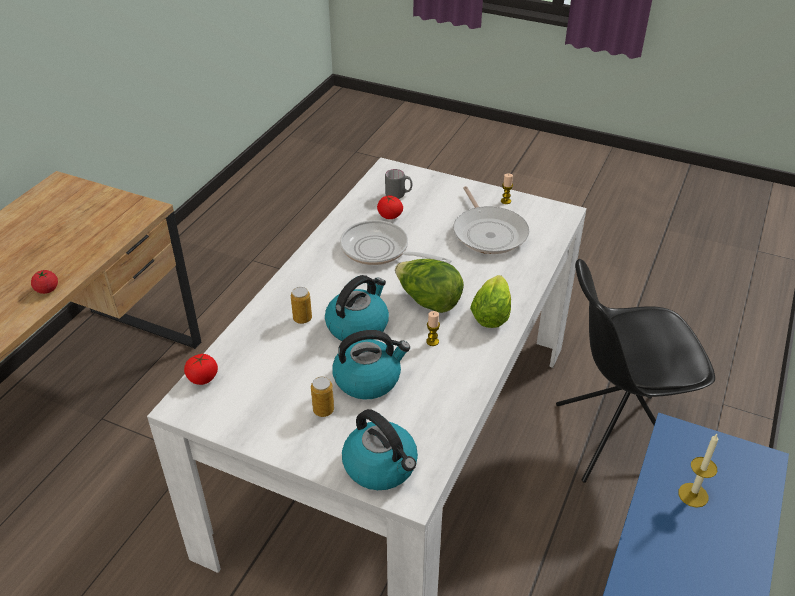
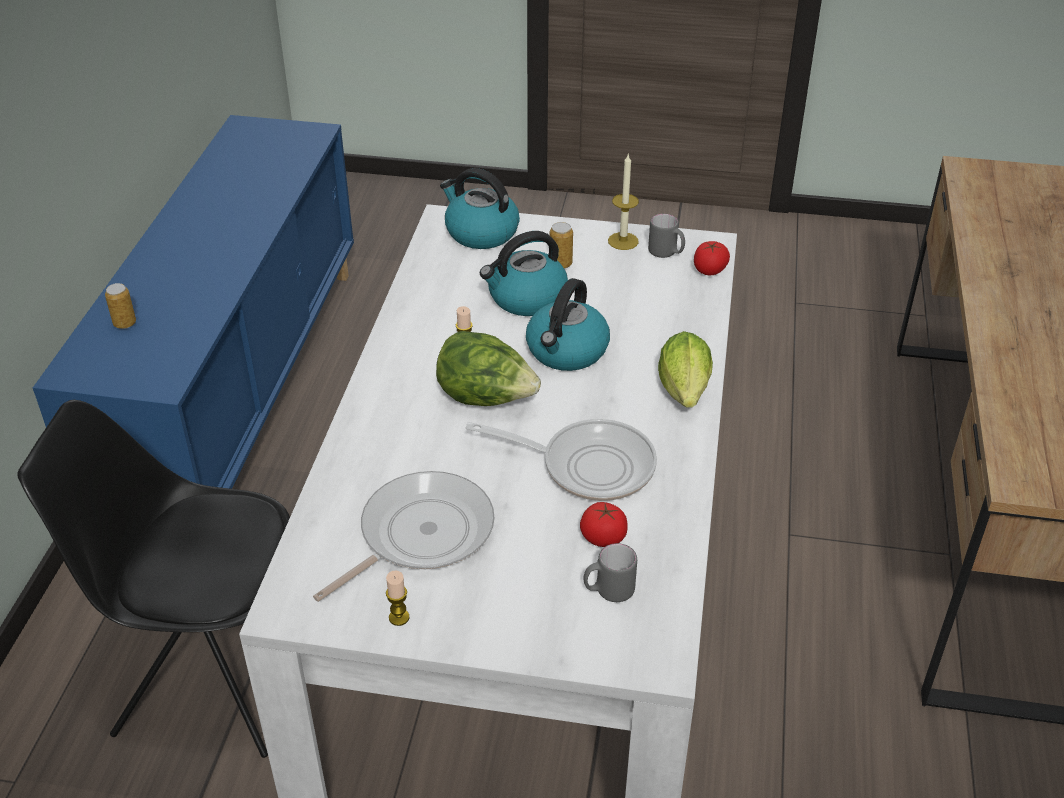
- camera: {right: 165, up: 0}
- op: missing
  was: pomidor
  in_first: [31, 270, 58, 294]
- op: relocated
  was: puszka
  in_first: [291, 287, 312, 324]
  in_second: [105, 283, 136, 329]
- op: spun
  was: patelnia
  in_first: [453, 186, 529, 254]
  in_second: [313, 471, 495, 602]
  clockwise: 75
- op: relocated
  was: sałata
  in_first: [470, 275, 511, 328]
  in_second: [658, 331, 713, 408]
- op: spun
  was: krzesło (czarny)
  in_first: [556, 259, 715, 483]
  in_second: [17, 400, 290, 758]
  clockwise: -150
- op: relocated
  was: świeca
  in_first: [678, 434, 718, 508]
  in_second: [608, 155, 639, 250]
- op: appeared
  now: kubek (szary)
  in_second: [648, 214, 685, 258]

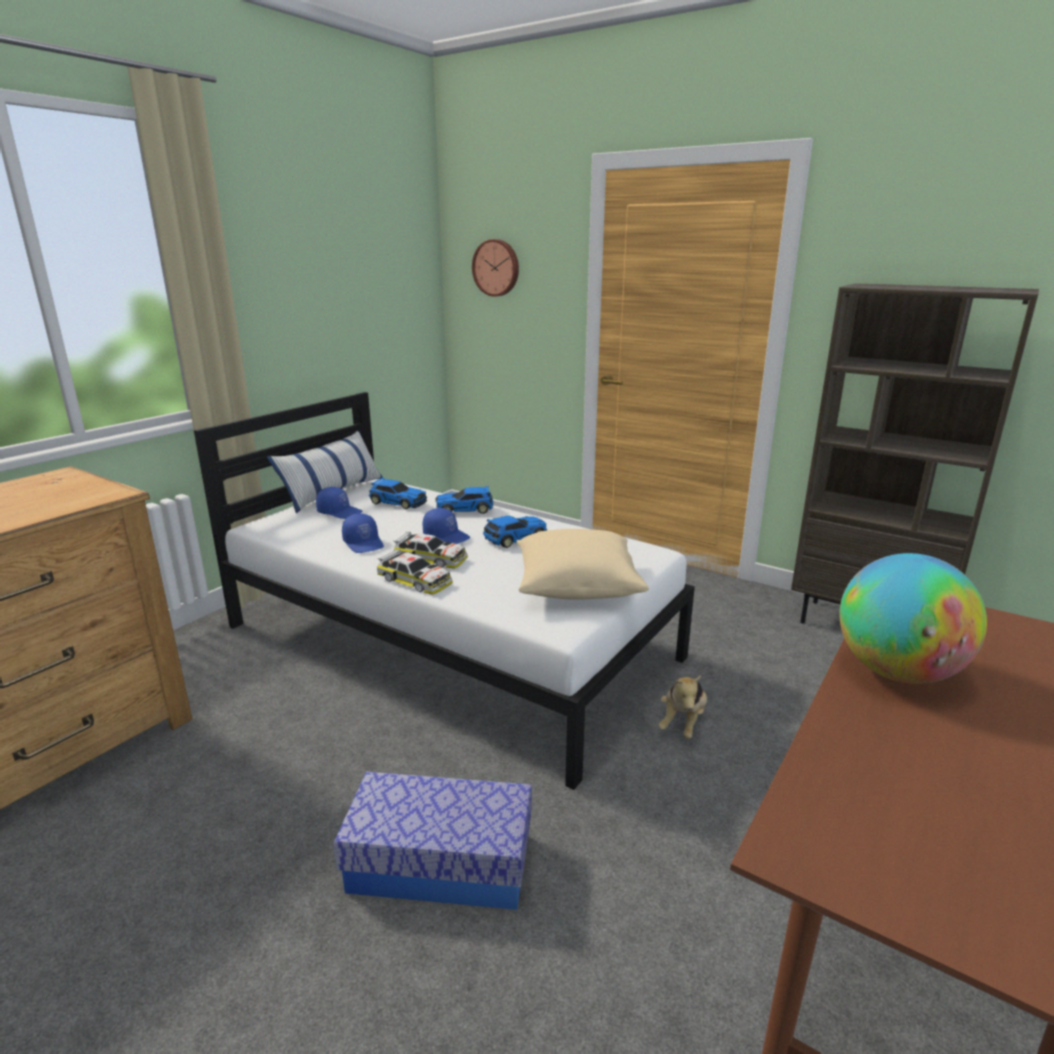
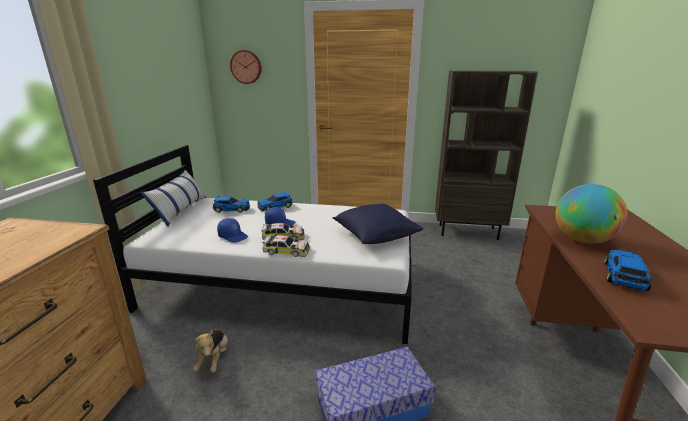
- camera: {right: -25, up: 0}
- op: missing
  was: czapka z daszkiem (niebieski)
  in_first: [316, 487, 362, 519]
- op: relocated
  was: samochodzik
  in_first: [483, 516, 547, 548]
  in_second: [605, 250, 652, 291]
- op: colour
  was: poduszka (beżowy)
  now: poduszka (niebieski)
  in_first: [517, 529, 649, 599]
  in_second: [333, 204, 423, 244]
- op: relocated
  was: pluszak
  in_first: [658, 675, 707, 739]
  in_second: [193, 330, 228, 373]

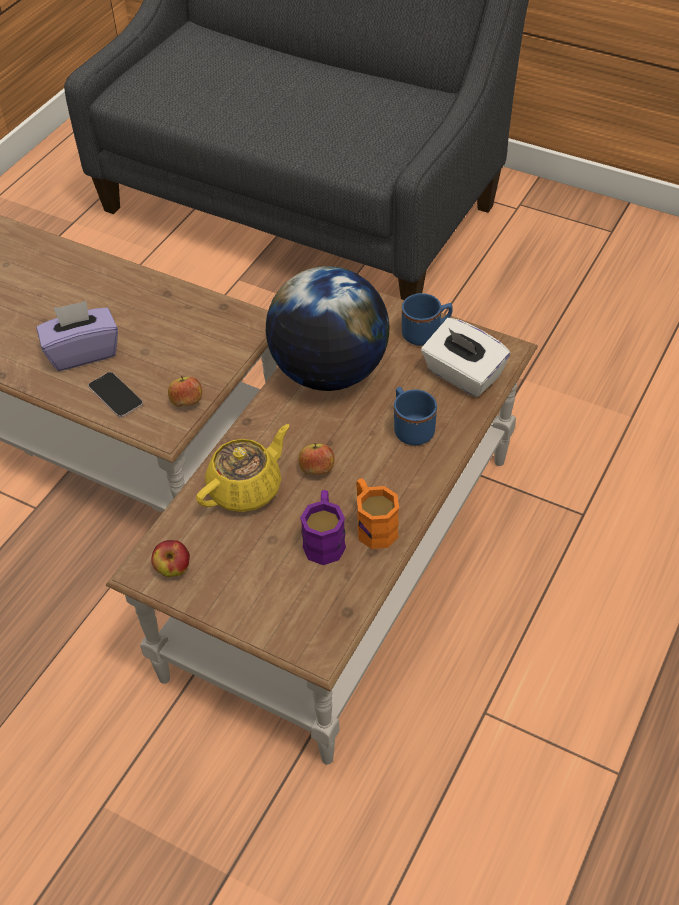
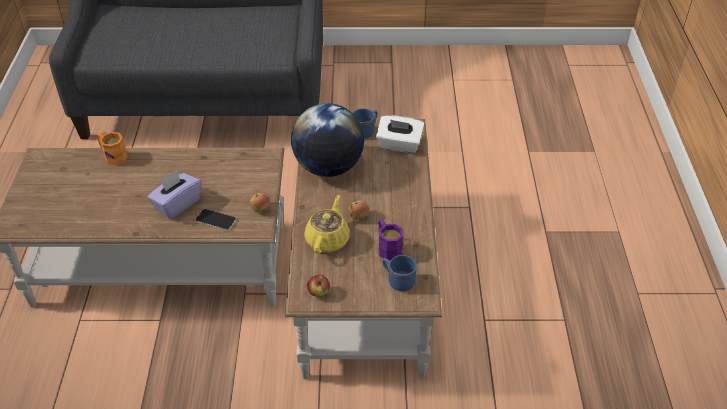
- camera: {right: -30, up: -5}
- op: relocated
  was: kubek (pomarańczowy)
  in_first: [356, 478, 399, 549]
  in_second: [97, 132, 128, 165]
- op: relocated
  was: kubek (niebieski)
  in_first: [394, 387, 437, 445]
  in_second: [383, 255, 417, 291]

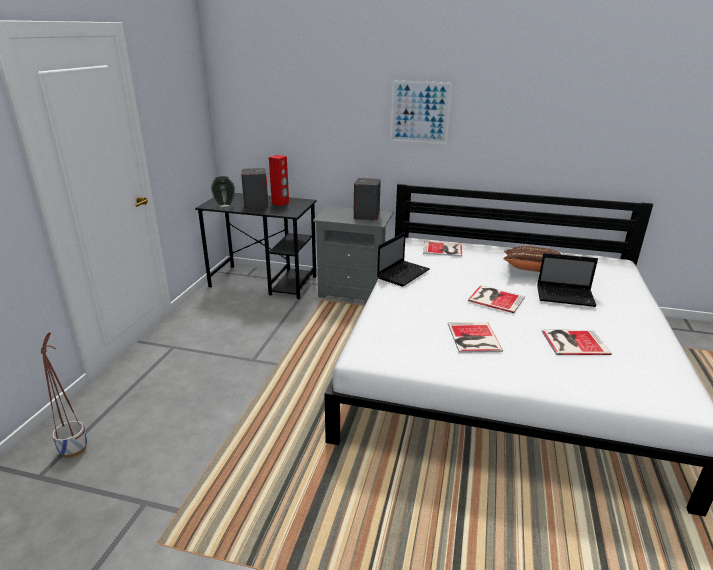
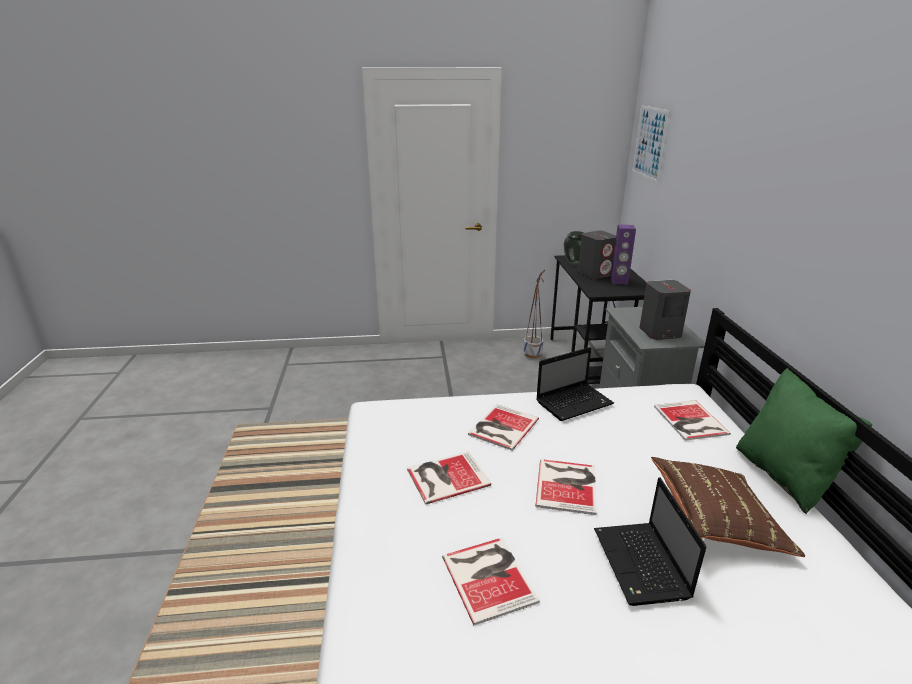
- camera: {right: 70, up: 0}
- op: relocated
  was: donica
  in_first: [41, 332, 88, 458]
  in_second: [524, 270, 545, 359]
- op: colour
  was: głośnik (czerwony)
  now: głośnik (fioletowy)
  in_first: [269, 155, 289, 206]
  in_second: [611, 224, 636, 285]
- op: spun
  was: laptop
  in_first: [377, 232, 430, 286]
  in_second: [536, 347, 614, 421]
  clockwise: -45
- op: relocated
  was: obraz
  in_first: [390, 81, 452, 144]
  in_second: [633, 106, 670, 183]
- op: appeared
  now: książka
  in_second: [468, 404, 539, 451]
- op: appeared
  now: poduszka (zielony)
  in_second: [736, 368, 872, 514]

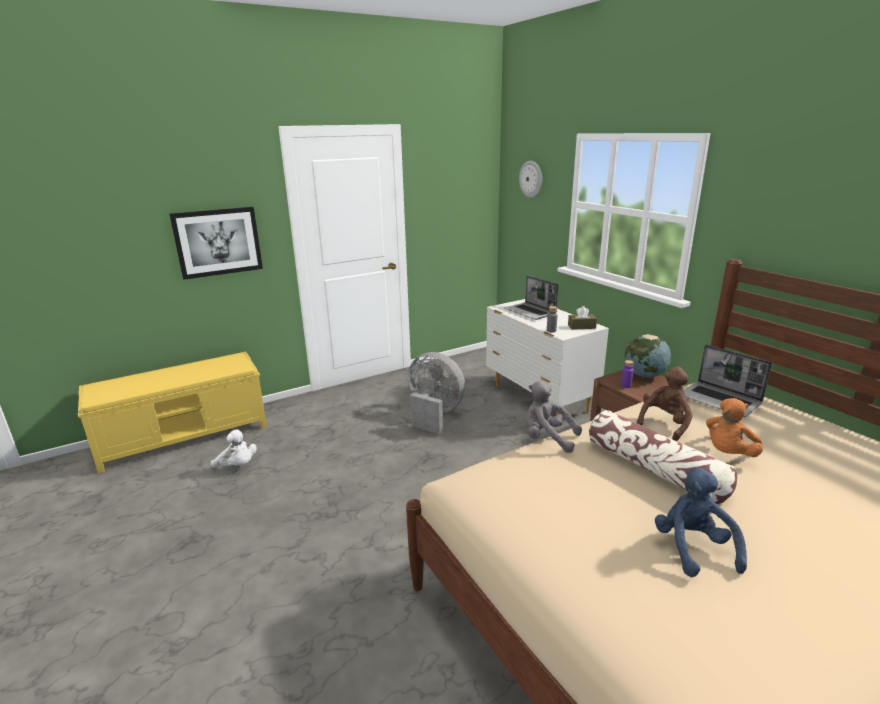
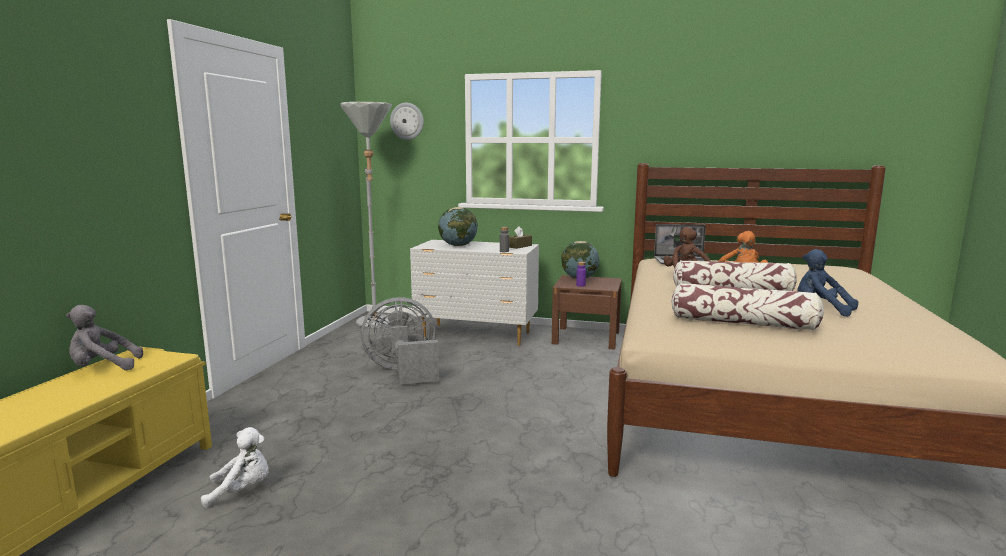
- camera: {right: -45, up: -10}
- op: missing
  was: obraz
  in_first: [170, 207, 263, 280]
- op: exchanged
  was: laptop
  now: globus
  in_first: [504, 276, 559, 320]
  in_second: [438, 207, 478, 246]
- op: relocated
  was: pluszak (szary)
  in_first: [525, 381, 582, 453]
  in_second: [66, 305, 143, 370]
- op: appeared
  now: lampa stojąca (szary)
  in_second: [340, 102, 392, 328]
- op: appeared
  now: poduszka
  in_second: [671, 283, 824, 331]

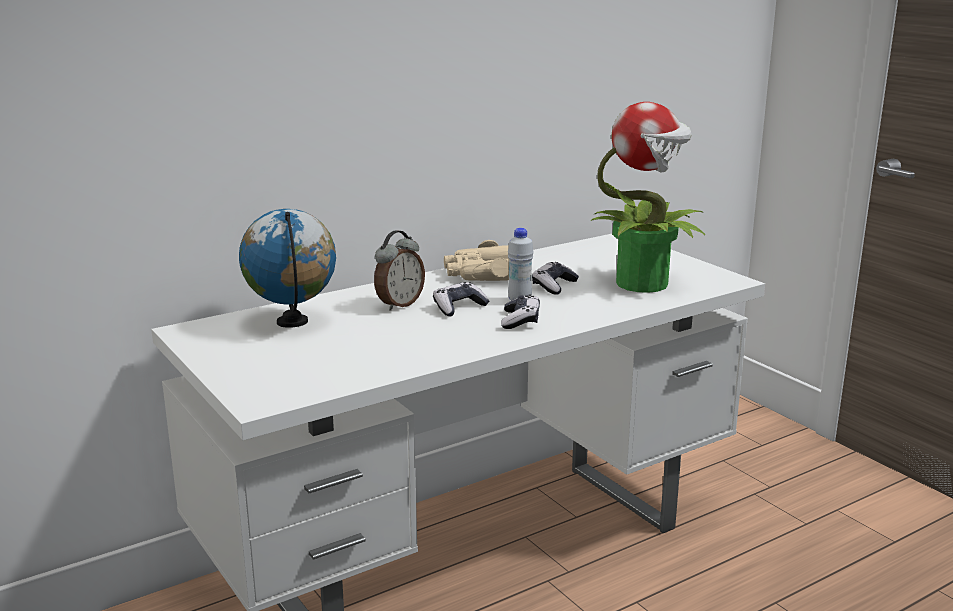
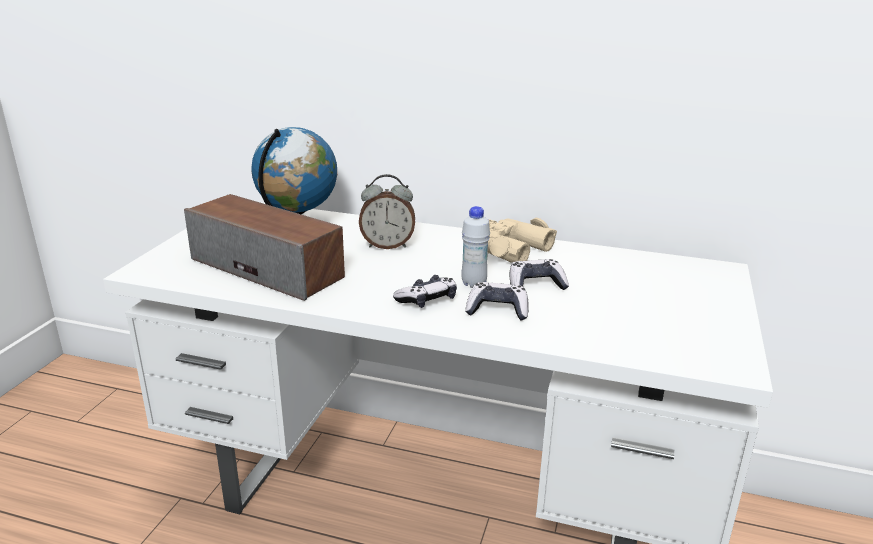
- camera: {right: 50, up: 5}
- op: relocated
  was: pad do gier
  in_first: [433, 282, 490, 317]
  in_second: [465, 282, 529, 321]
- op: missing
  was: roślina doniczkowa
  in_first: [591, 102, 705, 293]
- op: appeared
  now: głośnik
  in_second: [184, 194, 345, 301]

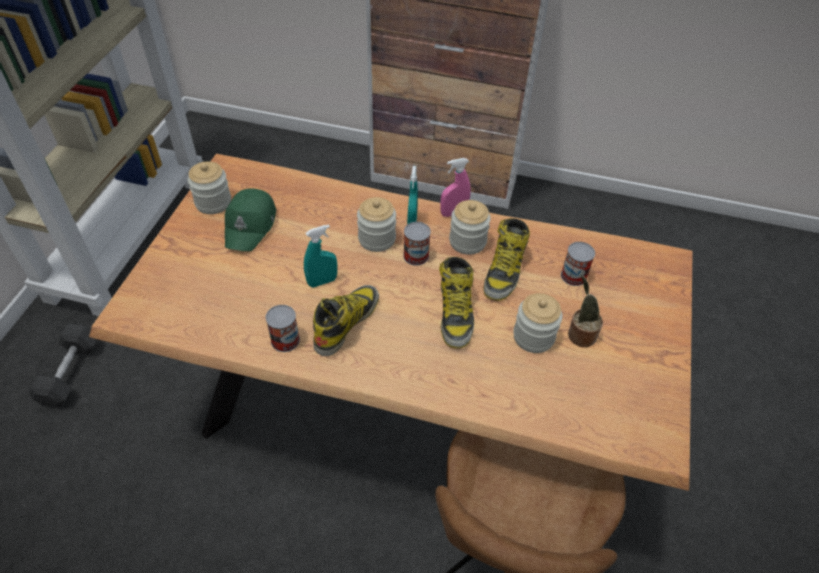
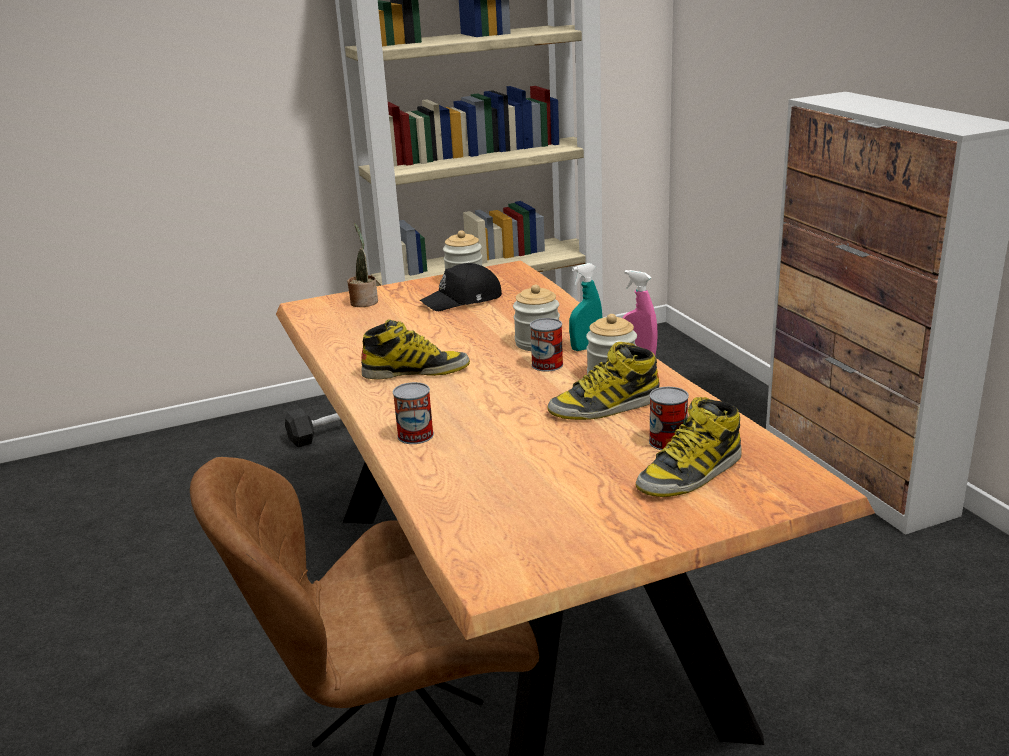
- camera: {right: 55, up: -25}
- op: colour
  was: czapka z daszkiem (zielony)
  now: czapka z daszkiem (czarny)
  in_first: [225, 189, 276, 251]
  in_second: [420, 263, 502, 311]
- op: relocated
  was: puszka
  in_first: [266, 305, 300, 352]
  in_second: [393, 382, 434, 444]
- op: missing
  was: spryskiwacz (turkusowy)
  in_first: [304, 224, 337, 287]
- op: relocated
  was: but z cholewką
  in_first: [439, 257, 474, 348]
  in_second: [636, 397, 742, 497]
- op: missing
  was: słoik
  in_first: [513, 293, 563, 353]
- op: relocated
  was: roślina doniczkowa
  in_first: [568, 276, 603, 347]
  in_second: [347, 223, 378, 307]

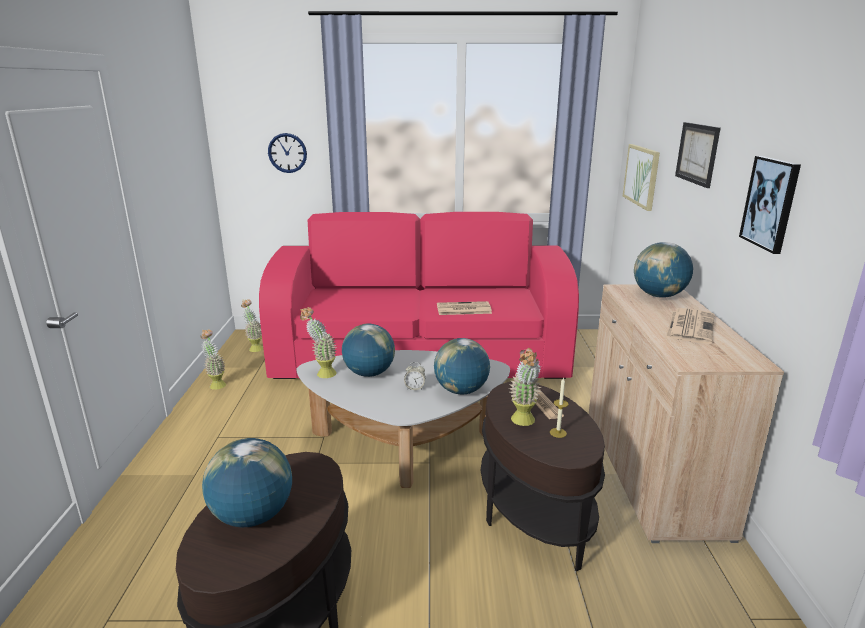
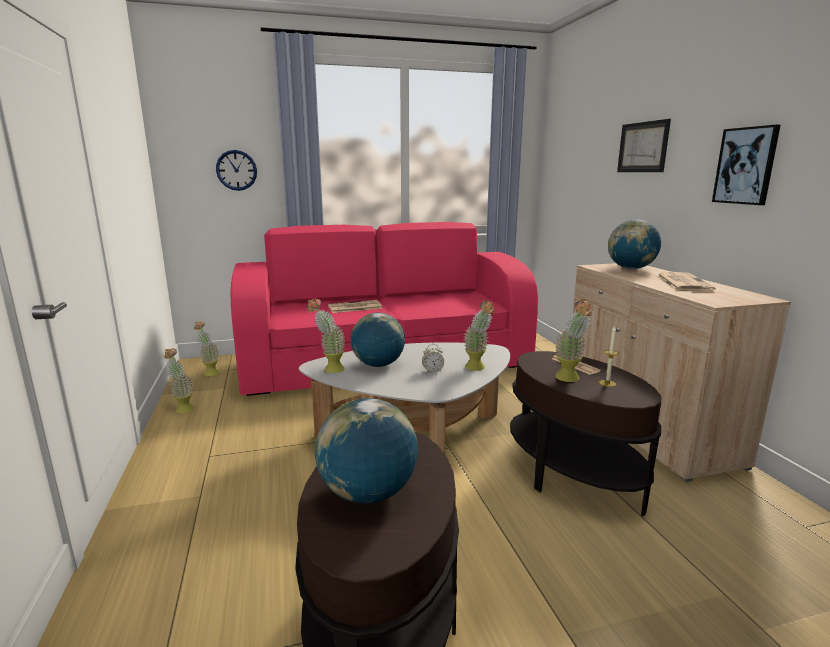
- camera: {right: -15, up: -5}
- op: exchanged
  was: globus
  now: roślina doniczkowa
  in_first: [434, 338, 490, 394]
  in_second: [463, 300, 494, 371]
- op: relocated
  was: gazeta
  in_first: [437, 301, 492, 315]
  in_second: [328, 300, 382, 313]
- op: missing
  was: obraz
  in_first: [623, 144, 660, 211]

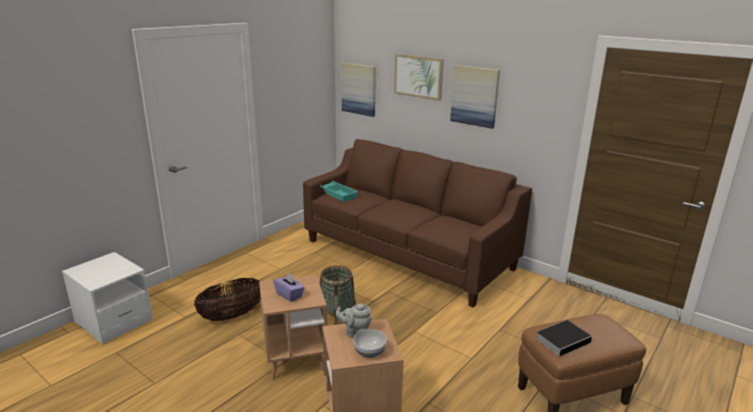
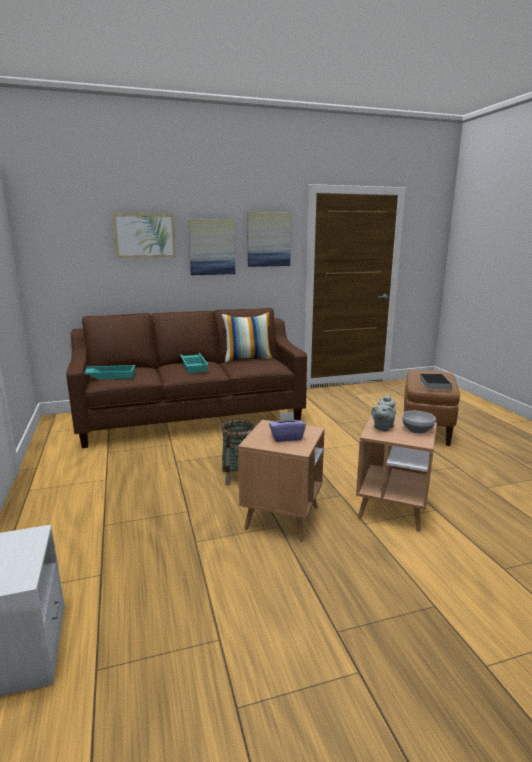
- camera: {right: -55, up: -5}
- op: missing
  was: koszyk
  in_first: [194, 278, 261, 321]
- op: relocated
  was: obraz
  in_first: [341, 62, 376, 117]
  in_second: [247, 212, 291, 267]
- op: appeared
  now: taca (turkusowy)
  in_second: [180, 353, 209, 373]
- op: appeared
  now: poduszka
  in_second: [222, 312, 273, 362]

